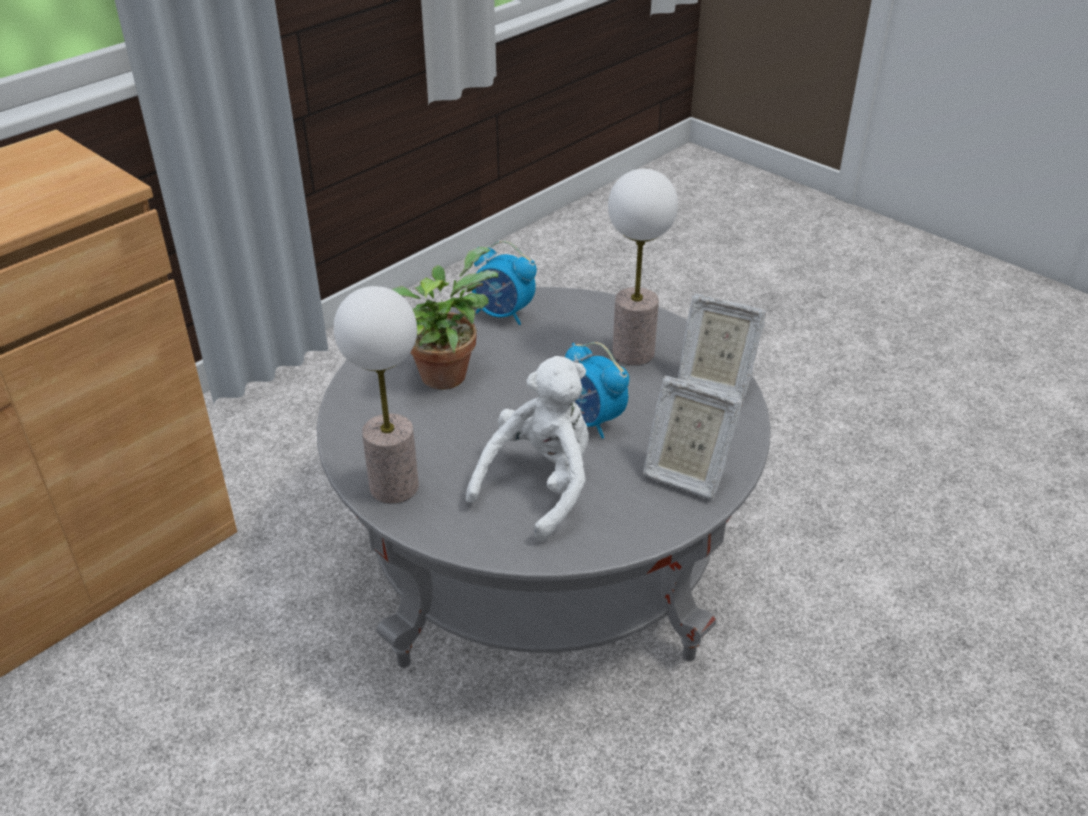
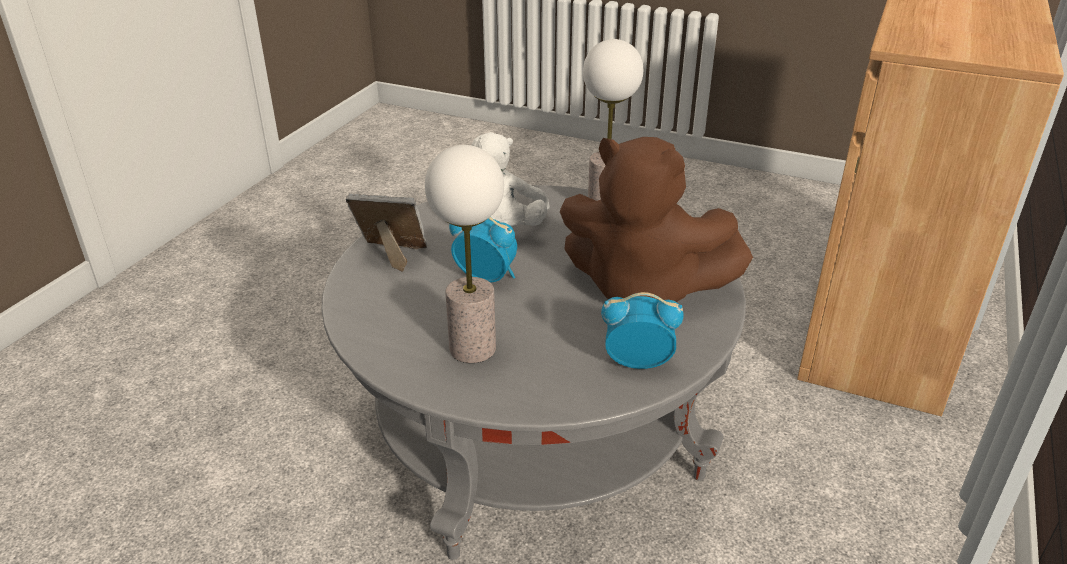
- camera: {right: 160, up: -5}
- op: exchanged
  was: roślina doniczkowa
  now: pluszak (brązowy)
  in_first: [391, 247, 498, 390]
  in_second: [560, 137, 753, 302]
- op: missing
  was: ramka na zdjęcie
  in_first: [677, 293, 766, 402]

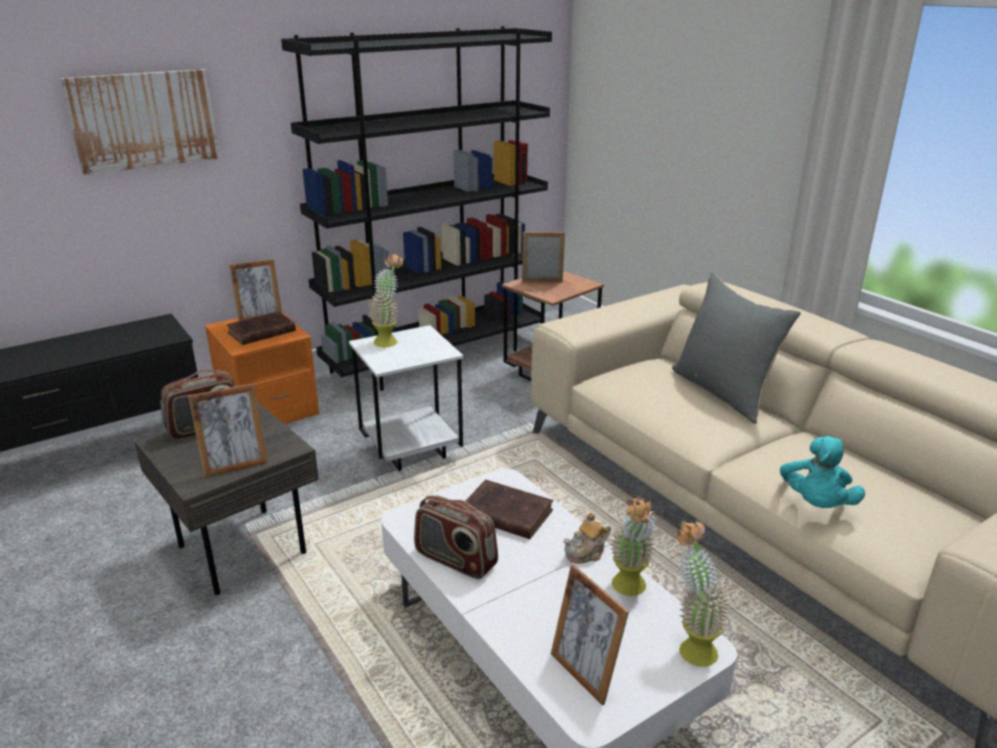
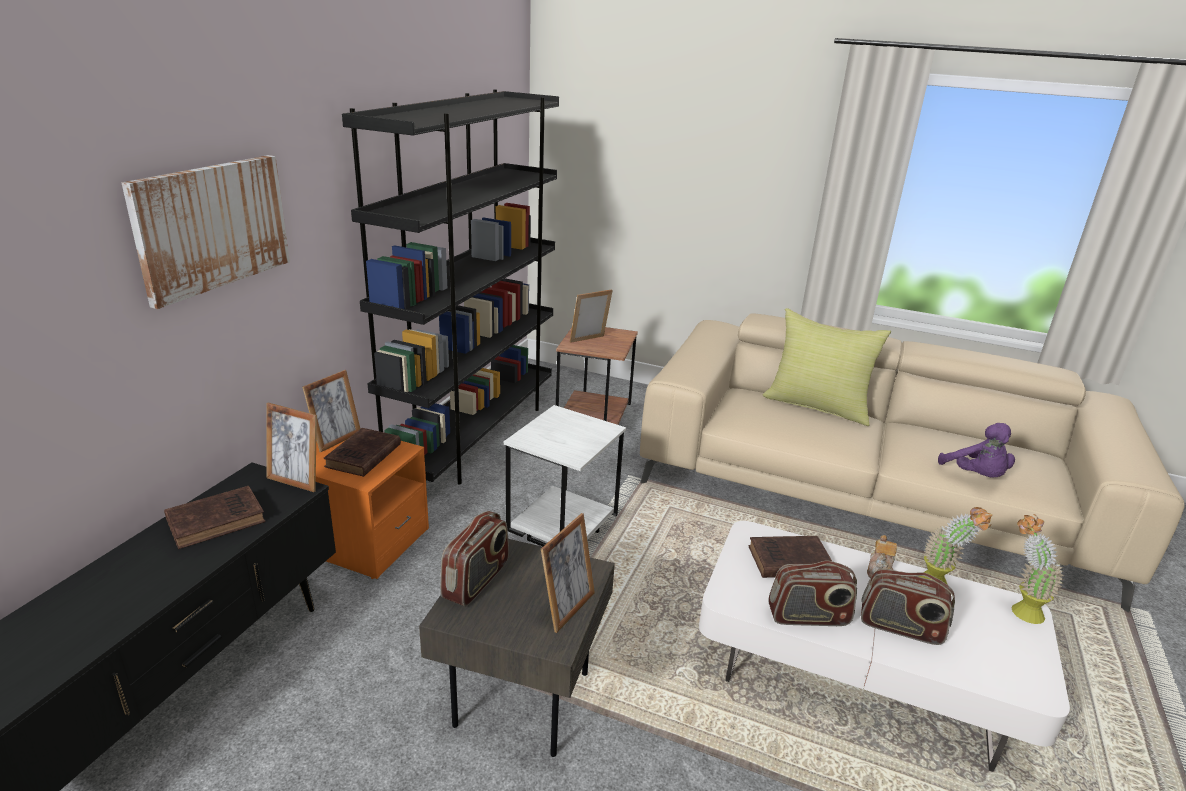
- camera: {right: -35, up: 0}
- op: missing
  was: roślina doniczkowa
  in_first: [368, 254, 403, 347]
- op: relocated
  was: ramka na zdjęcie
  in_first: [551, 565, 629, 706]
  in_second: [266, 403, 317, 492]
- op: colour
  was: poduszka (szary)
  now: poduszka (żółty)
  in_first: [672, 272, 801, 424]
  in_second: [763, 308, 891, 426]
- op: colour
  was: pluszak (turkusowy)
  now: pluszak (fioletowy)
  in_first: [780, 436, 865, 508]
  in_second: [938, 423, 1015, 477]
- op: appeared
  now: książka (brązowy)
  in_second: [164, 486, 266, 549]
- op: appeared
  now: radio
  in_second: [861, 568, 955, 645]

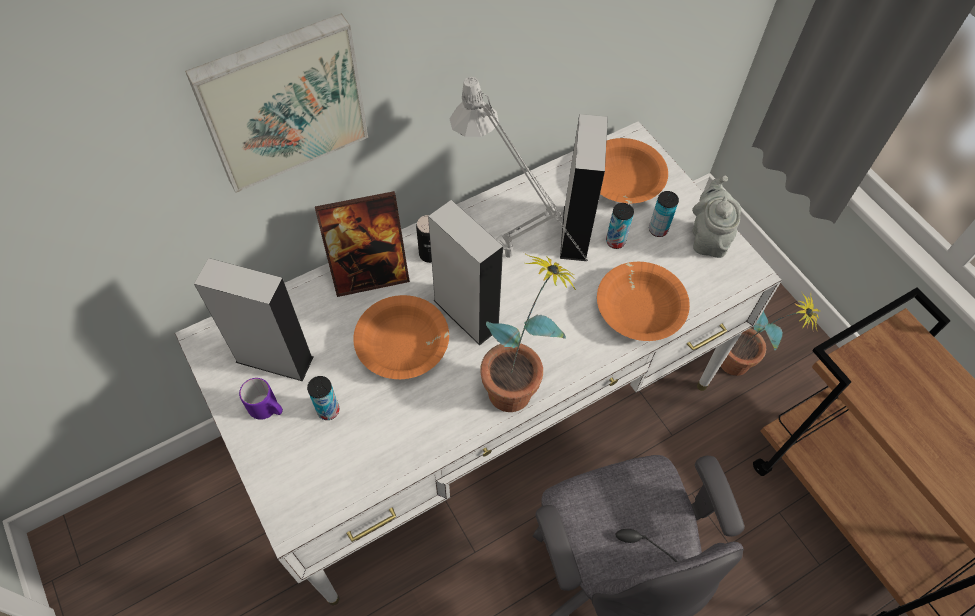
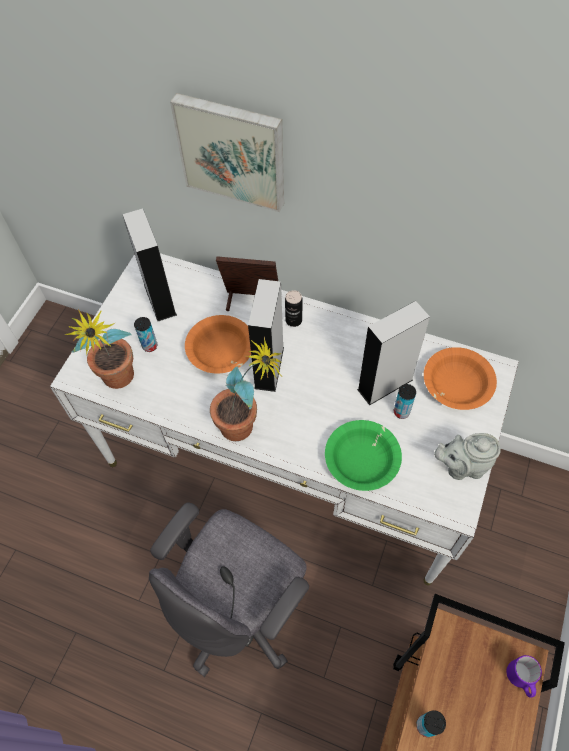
- camera: {right: 55, up: 0}
- op: relocated
  was: kubek (fioletowy)
  in_first: [239, 378, 283, 420]
  in_second: [506, 655, 542, 698]
- op: spun
  was: ramka na zdjęcie
  in_first: [315, 191, 410, 297]
  in_second: [216, 256, 278, 311]
  clockwise: 150
- op: missing
  was: lampa stołowa (szary)
  in_first: [450, 77, 588, 261]
- op: colour
  was: miska (pomarańczowy)
  now: miska (zielony)
  in_first: [597, 262, 690, 341]
  in_second: [325, 420, 402, 491]
- op: relocated
  was: puszka
  in_first: [649, 191, 679, 237]
  in_second: [416, 710, 446, 737]
- op: spun
  was: imbryk (szary)
  in_first: [692, 176, 741, 258]
  in_second: [434, 433, 501, 480]
  clockwise: -150
- op: relocated
  was: roślina doniczkowa
  in_first: [721, 291, 820, 376]
  in_second: [65, 310, 134, 389]

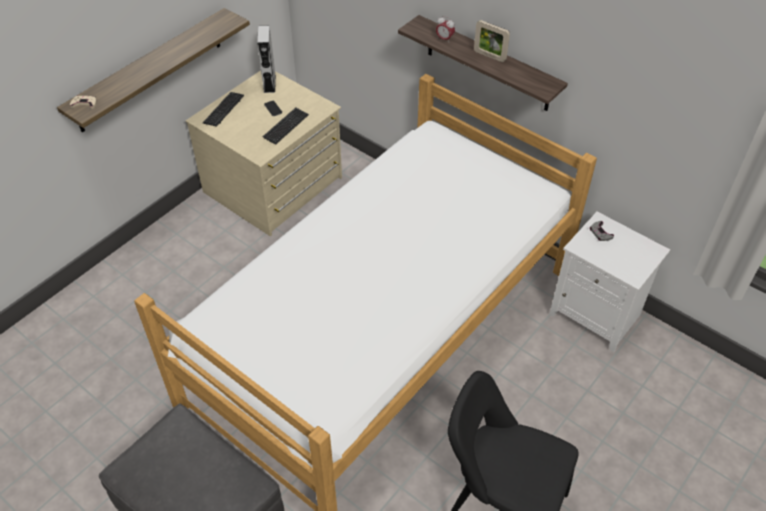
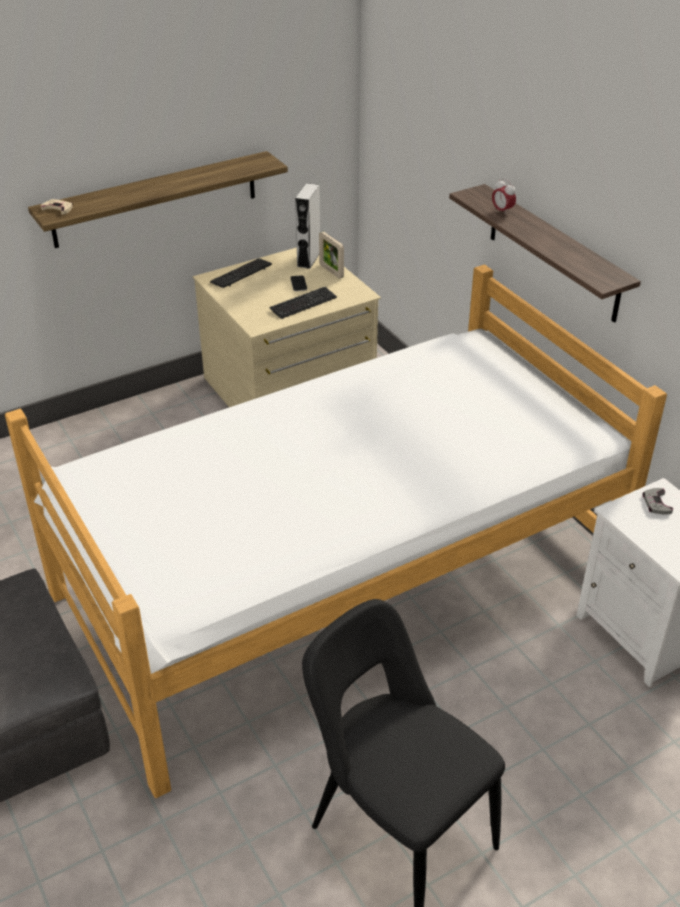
- camera: {right: 20, up: -10}
- op: relocated
  was: ramka na zdjęcie
  in_first: [474, 20, 510, 62]
  in_second: [319, 231, 344, 279]

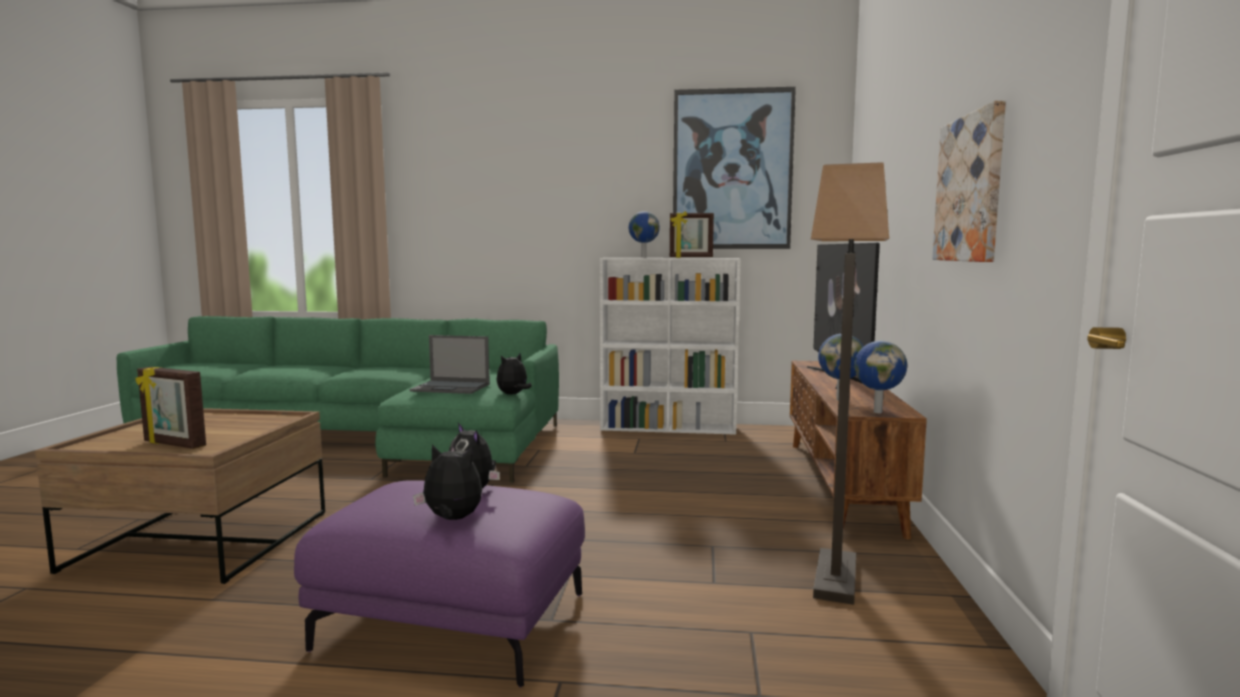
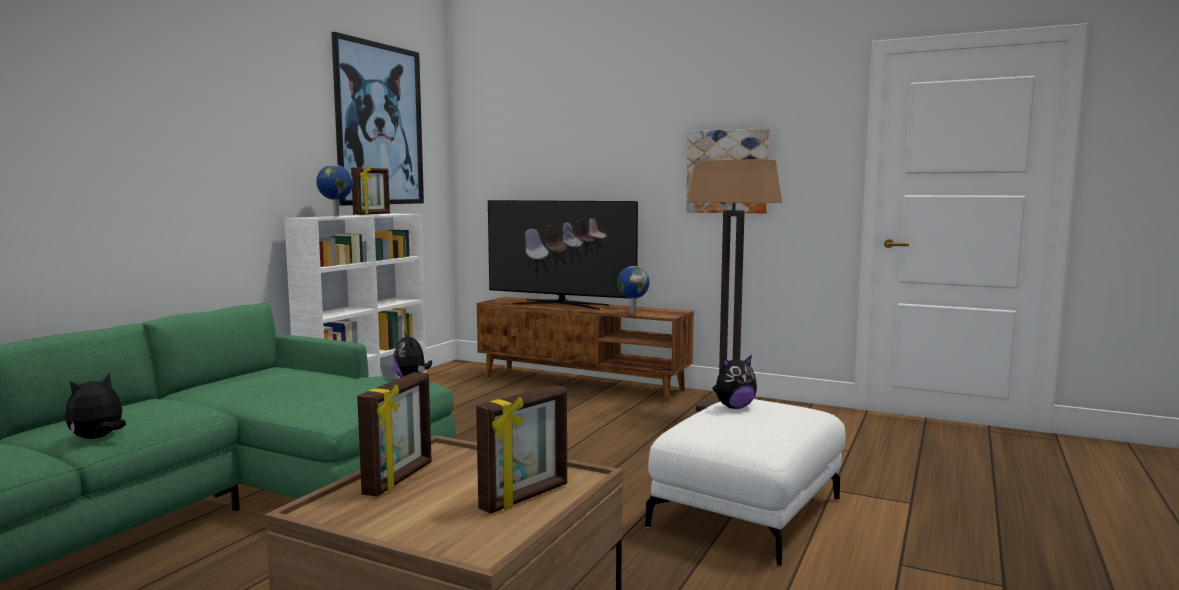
- camera: {right: -70, up: 0}
- op: colour
  was: pufa (fioletowy)
  now: pufa (biały)
  in_first: [294, 480, 585, 687]
  in_second: [645, 399, 846, 567]
- op: missing
  was: laptop
  in_first: [410, 335, 490, 394]
- op: relocated
  was: pluszak
  in_first: [413, 445, 482, 520]
  in_second: [65, 373, 126, 439]
- op: missing
  was: globus
  in_first: [854, 341, 907, 413]
- op: appeared
  now: ramka na zdjęcie
  in_second: [357, 372, 432, 497]

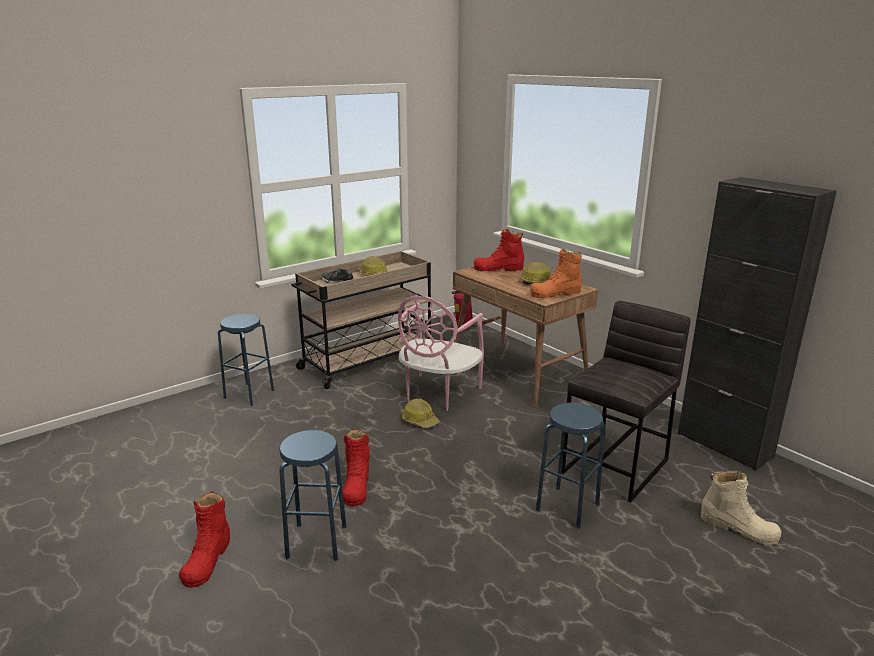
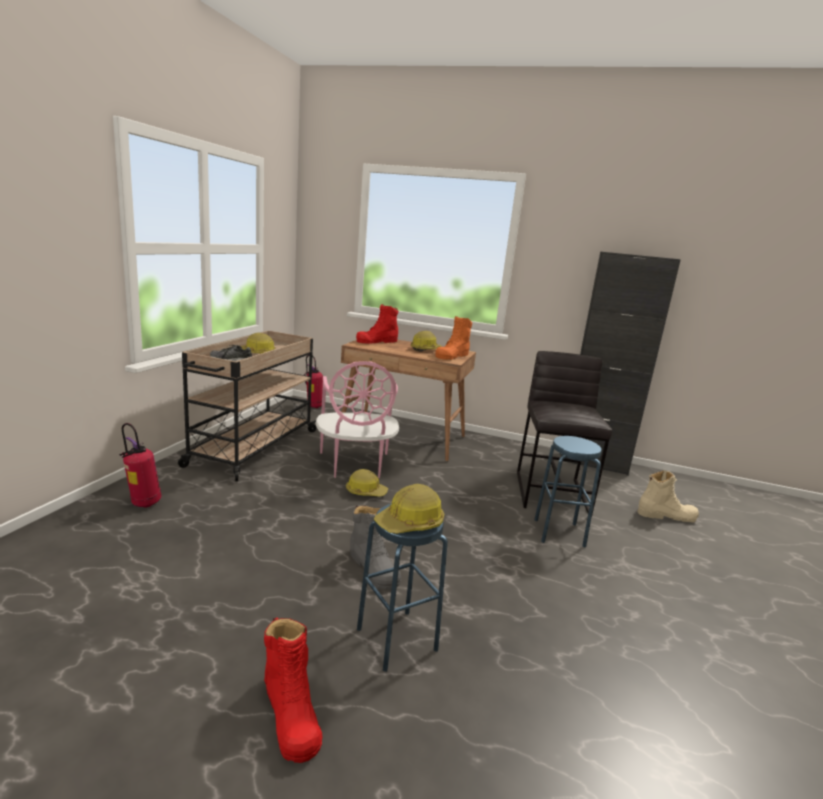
- camera: {right: -35, up: -5}
- op: exchanged
  was: stołek (niebieski)
  now: gaśnica
  in_first: [218, 314, 274, 406]
  in_second: [119, 423, 161, 507]
- op: colour
  was: but z cholewką (czerwony)
  now: but z cholewką (szary)
  in_first: [343, 429, 370, 506]
  in_second: [350, 505, 401, 590]
- op: appeared
  now: kask
  in_second: [374, 484, 444, 534]

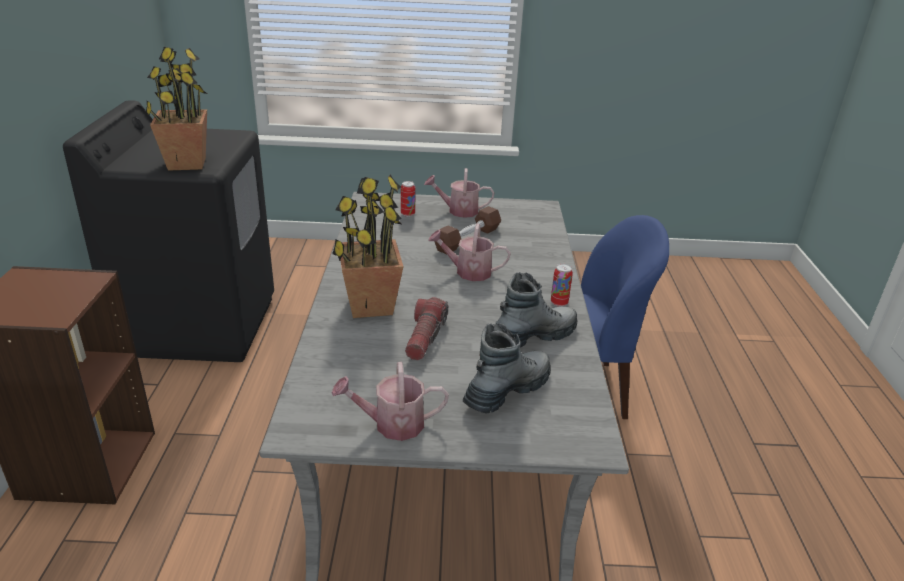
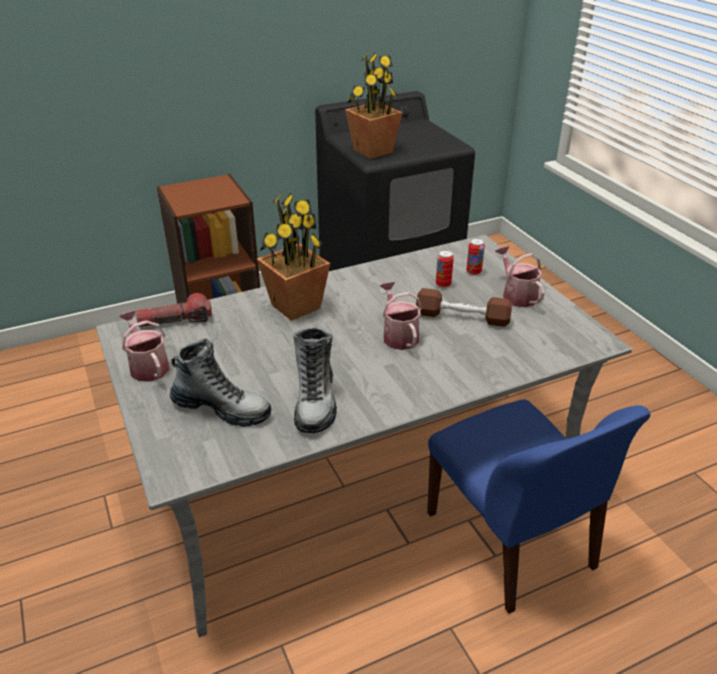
- camera: {right: 65, up: 5}
- op: relocated
  was: latarka
  in_first: [405, 297, 448, 360]
  in_second: [136, 293, 212, 327]
- op: spun
  was: but z cholewką
  in_first: [495, 272, 577, 347]
  in_second: [293, 327, 337, 433]
  clockwise: 60
- op: relocated
  was: puszka
  in_first: [551, 264, 573, 307]
  in_second: [436, 250, 454, 288]

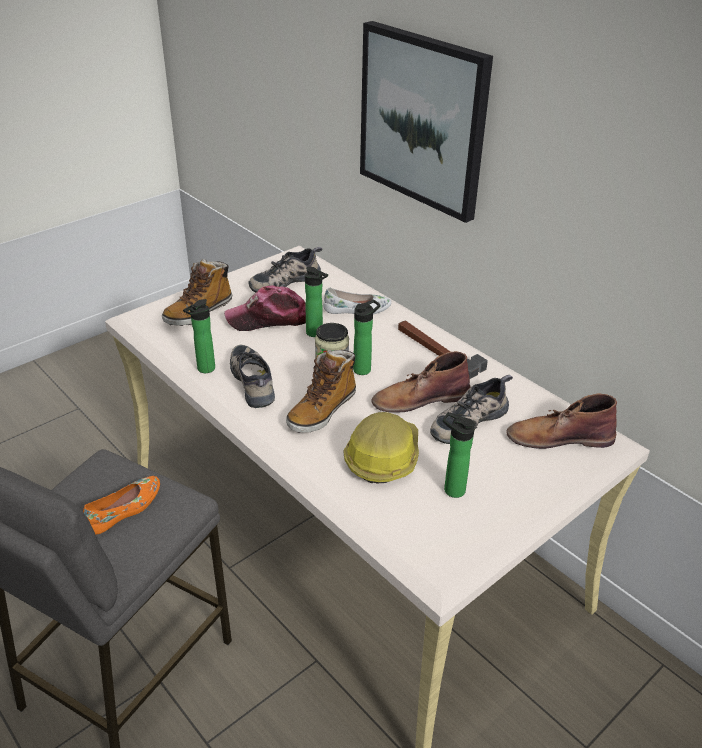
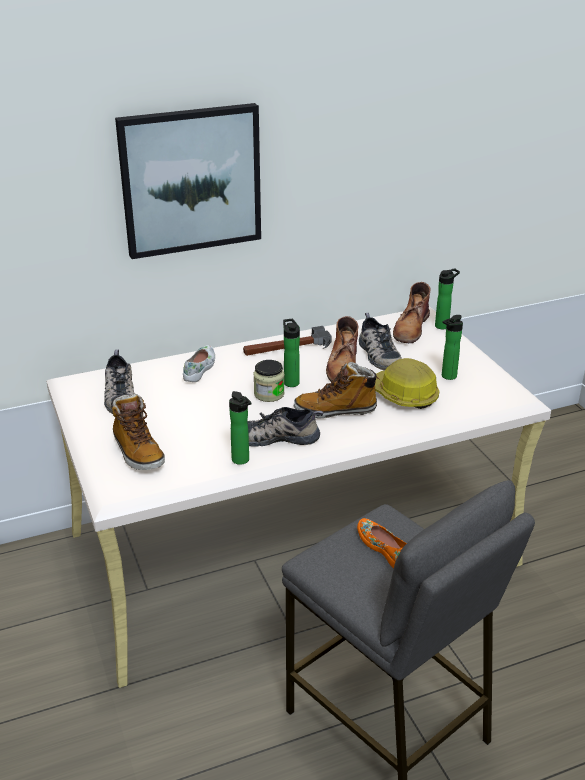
- camera: {right: -70, up: -5}
- op: missing
  was: czapka z daszkiem
  in_first: [224, 285, 306, 331]
- op: spun
  was: but z cholewką
  in_first: [286, 350, 356, 433]
  in_second: [294, 362, 379, 418]
  clockwise: 120
- op: relocated
  was: butelka
  in_first: [305, 267, 328, 337]
  in_second: [435, 268, 460, 329]

